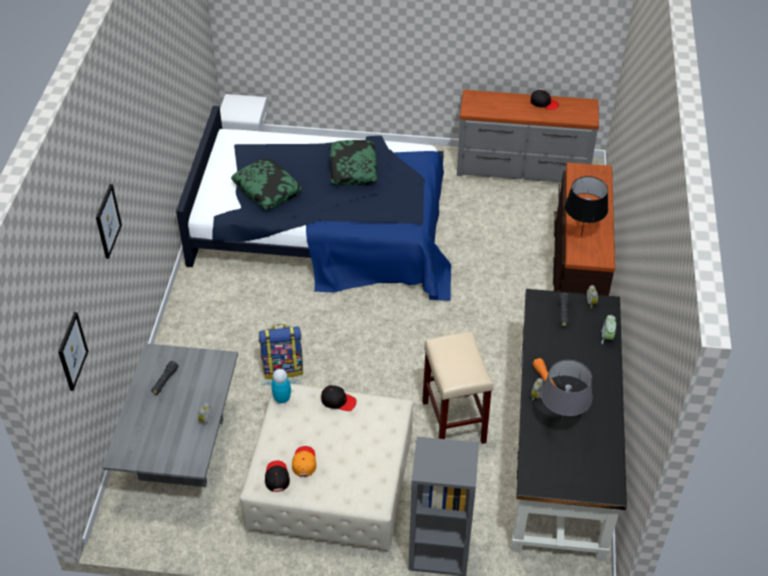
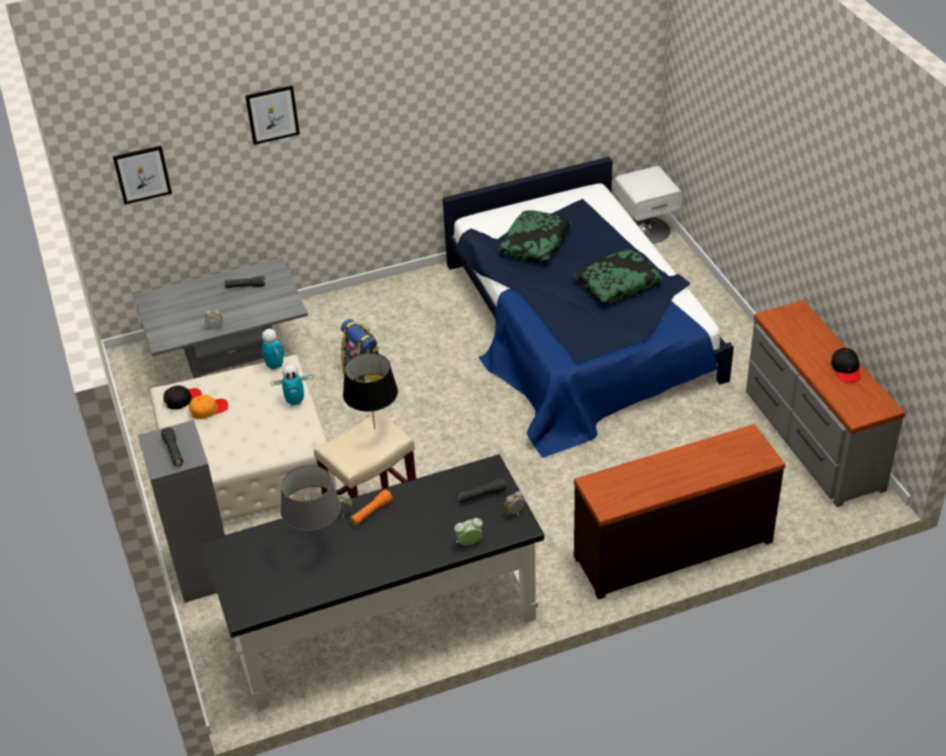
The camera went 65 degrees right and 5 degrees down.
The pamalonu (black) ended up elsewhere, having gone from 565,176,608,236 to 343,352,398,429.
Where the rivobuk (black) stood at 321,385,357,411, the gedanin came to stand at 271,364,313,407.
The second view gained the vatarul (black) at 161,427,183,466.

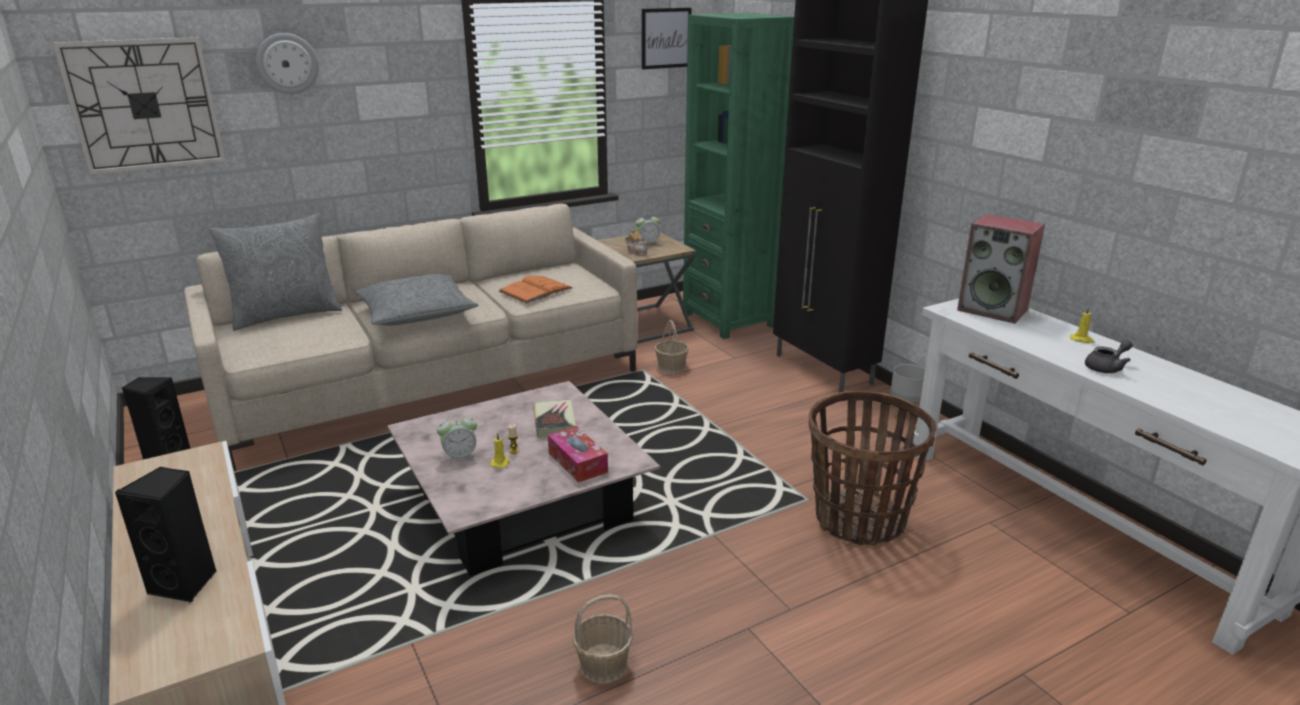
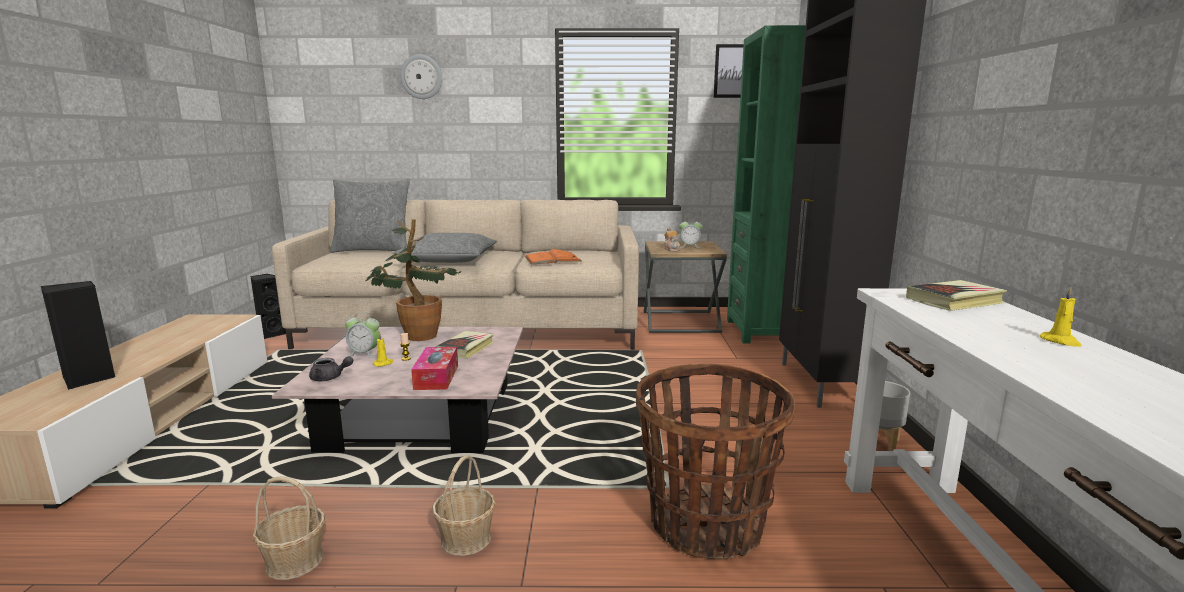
The camera went 30 degrees right and 10 degrees down.
The second view lost the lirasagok at 52,37,226,175.
Where the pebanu stood at 957,214,1045,324, the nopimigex came to stand at 906,280,1007,311.
The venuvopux ended up elsewhere, having gone from 655,320,689,374 to 432,455,496,556.
The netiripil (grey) ended up elsewhere, having gone from 1085,340,1133,373 to 309,356,353,381.
The second view gained the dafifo at 365,219,461,341.

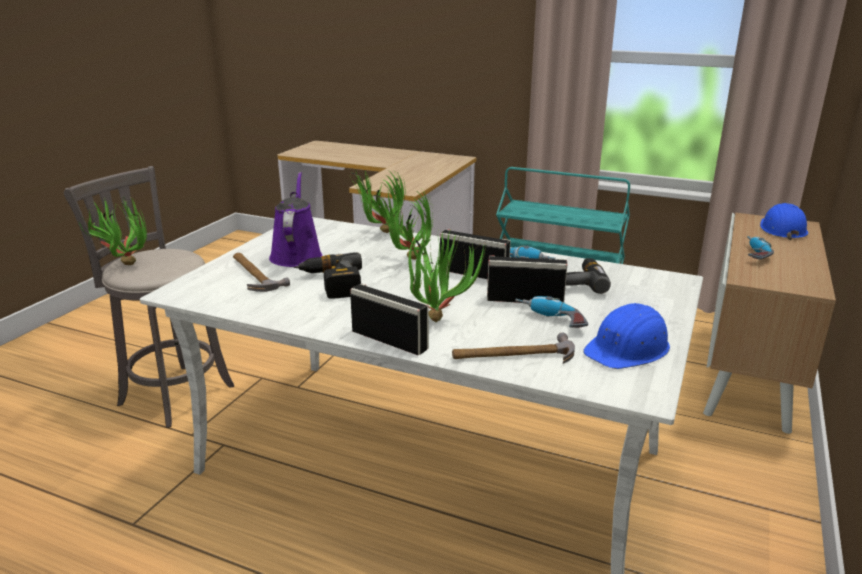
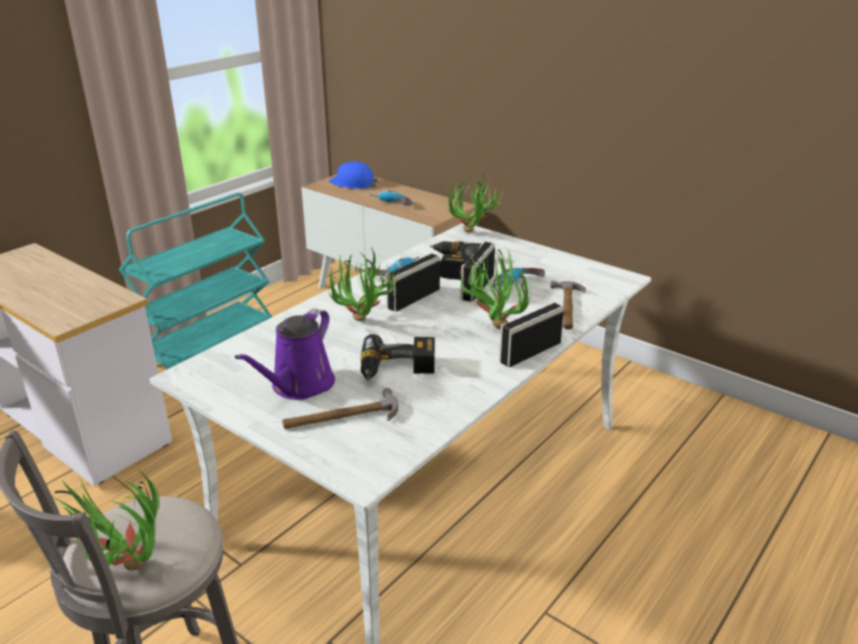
The camera went 75 degrees left and 5 degrees up.
The dafifo ended up elsewhere, having gone from 349,169,405,233 to 446,173,501,232.
The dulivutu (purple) at 269,172,323,267 ended up facing another way, 75 degrees counterclockwise from before.
The second view lost the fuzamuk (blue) at 583,302,670,369.

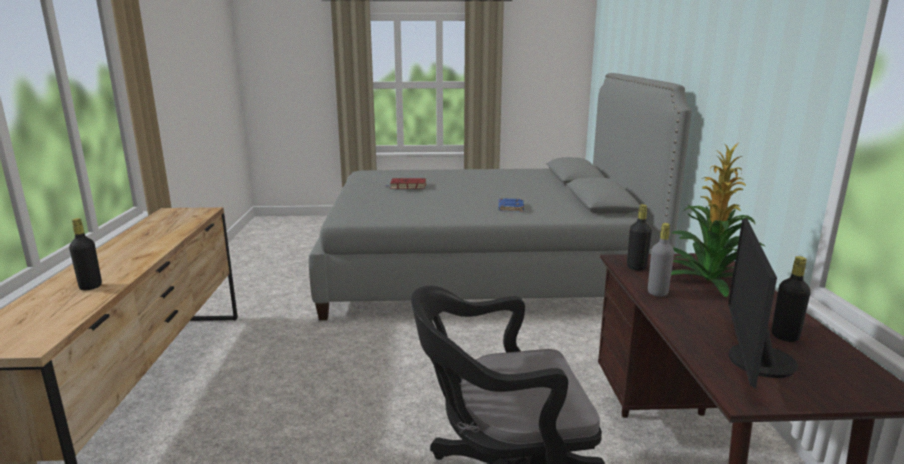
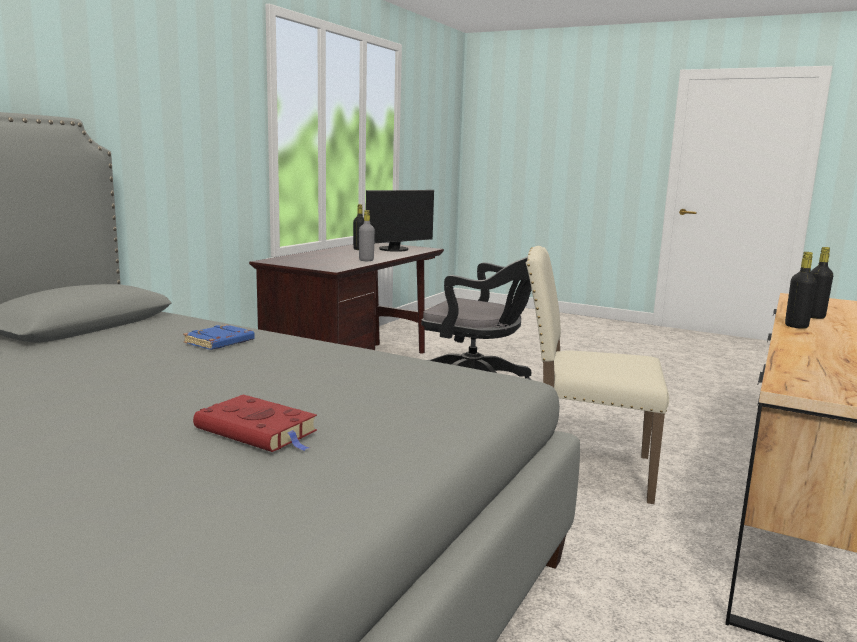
The camera went 150 degrees left and 5 degrees down.
The second view lost the dafifo at 671,143,766,297.
The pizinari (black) ended up elsewhere, having gone from 627,204,652,271 to 785,252,817,329.
The second view gained the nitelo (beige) at 526,246,669,504.

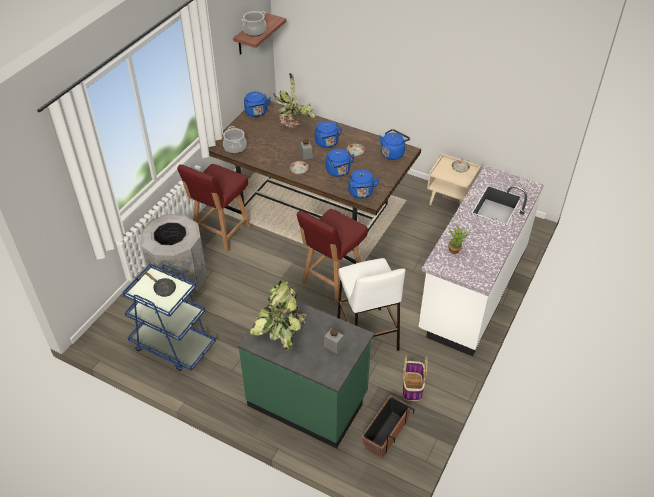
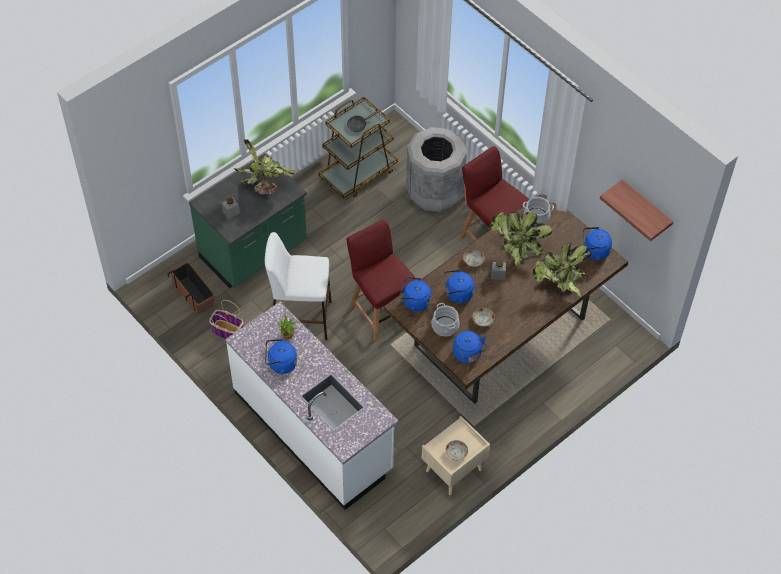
The camera went 110 degrees right and 10 degrees up.
The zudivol ended up elsewhere, having gone from 242,11,267,36 to 432,303,460,336.
The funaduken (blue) ended up elsewhere, having gone from 315,121,342,148 to 265,339,297,375.
What was the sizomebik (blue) at 122,263,216,371 turned into the sizomebik (brown) at 319,97,398,198.
The second view gained the dafifo at 490,211,553,266.

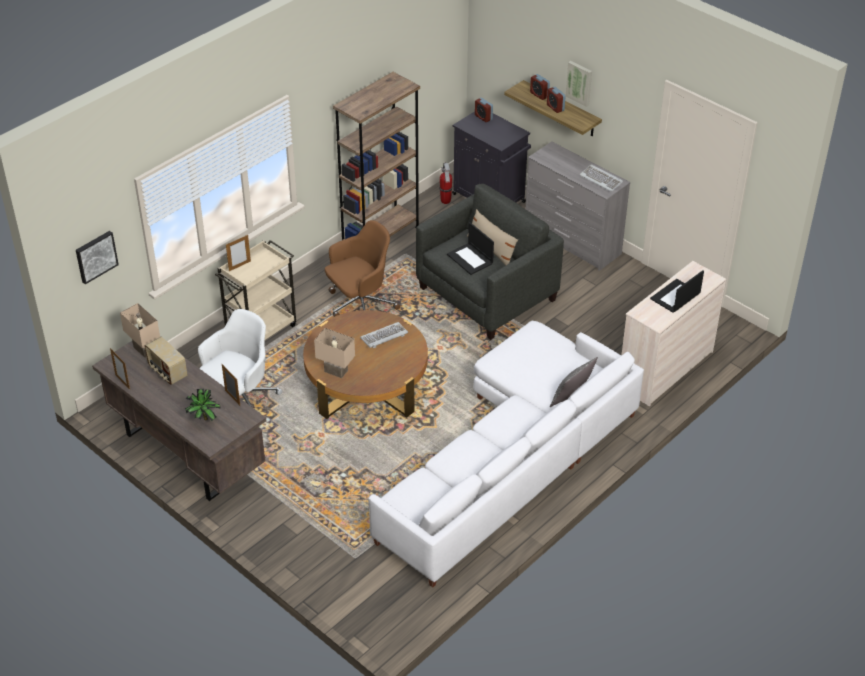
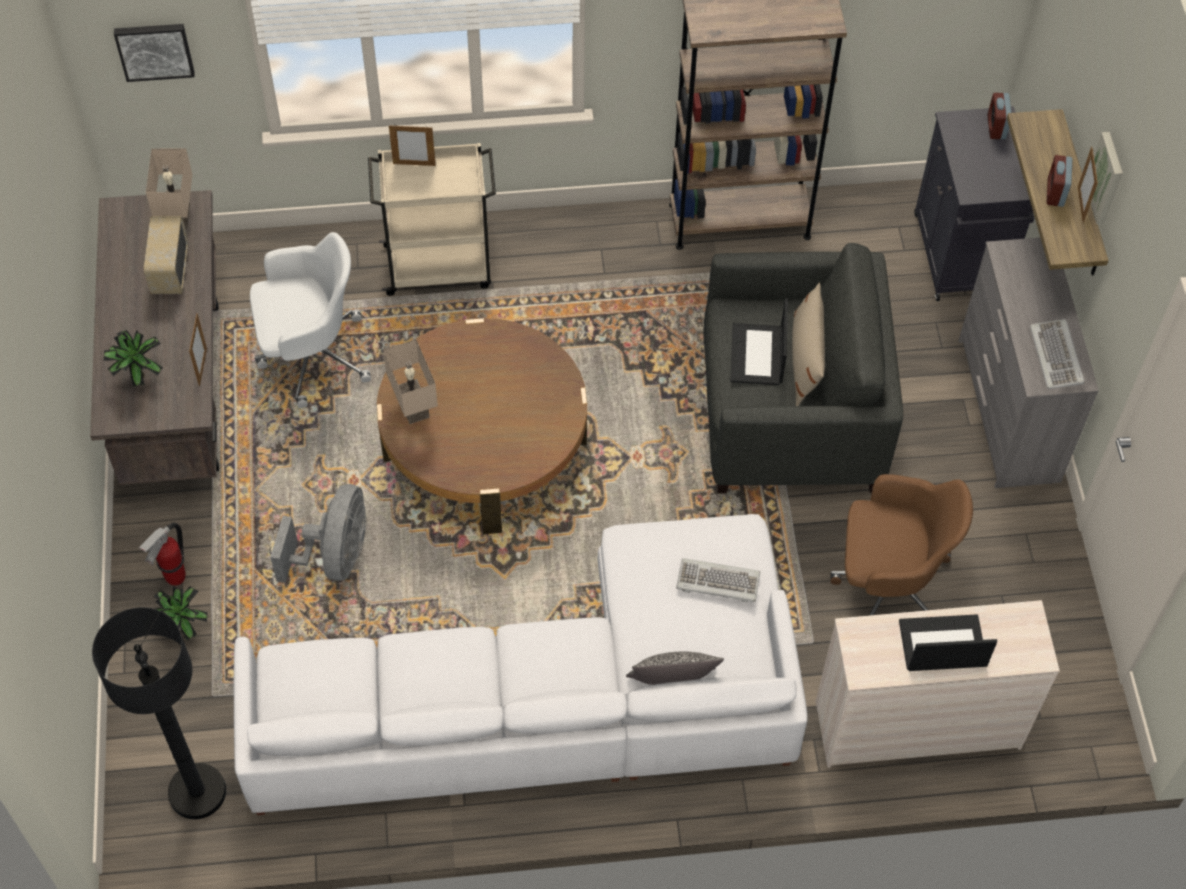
The camera went 40 degrees right and 15 degrees up.
The second view lost the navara at 530,74,550,100.
The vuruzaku ended up elsewhere, having gone from 439,163,453,204 to 138,522,186,586.
The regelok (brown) ended up elsewhere, having gone from 325,220,400,317 to 830,474,973,616.
The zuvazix ended up elsewhere, having gone from 360,322,408,348 to 676,558,760,603.
The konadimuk ended up elsewhere, having gone from 110,348,130,390 to 1078,146,1098,223.
The second view gained the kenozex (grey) at 270,484,367,583.
The second view gained the dafifo at 154,586,208,640.
The second view gained the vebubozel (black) at 92,607,226,819.

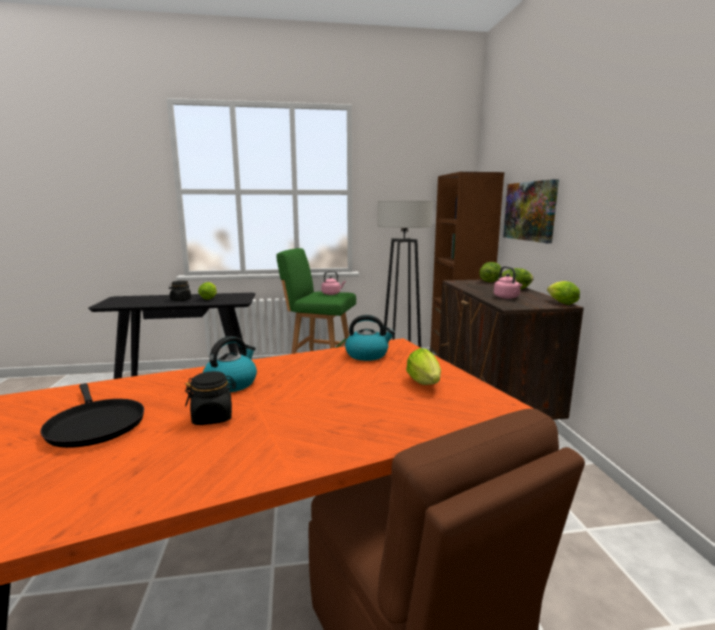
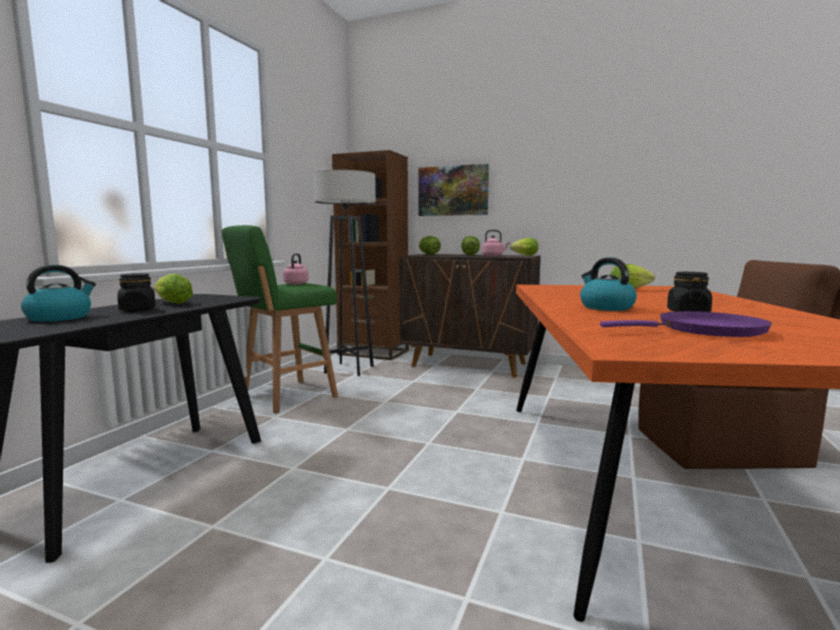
The camera went 60 degrees left and 5 degrees down.
The funaduken ended up elsewhere, having gone from 345,315,395,361 to 21,265,96,322.
What was the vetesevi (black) at 40,383,144,448 turned into the vetesevi (purple) at 600,311,772,337.

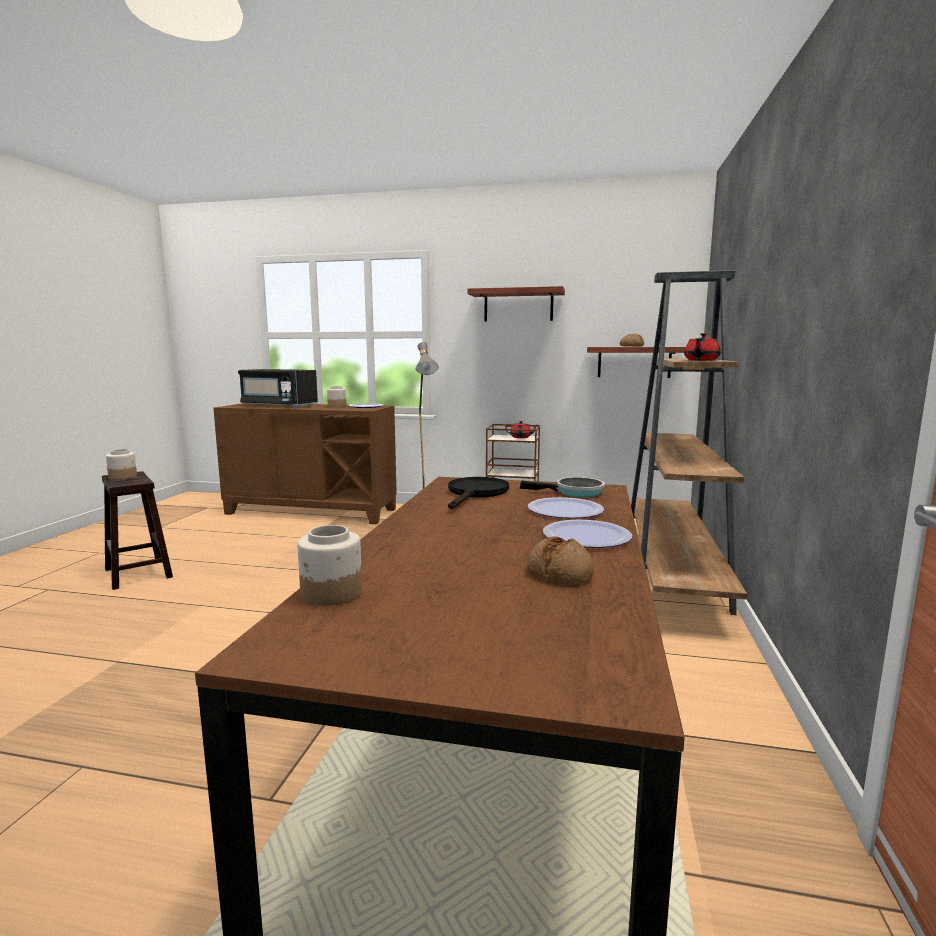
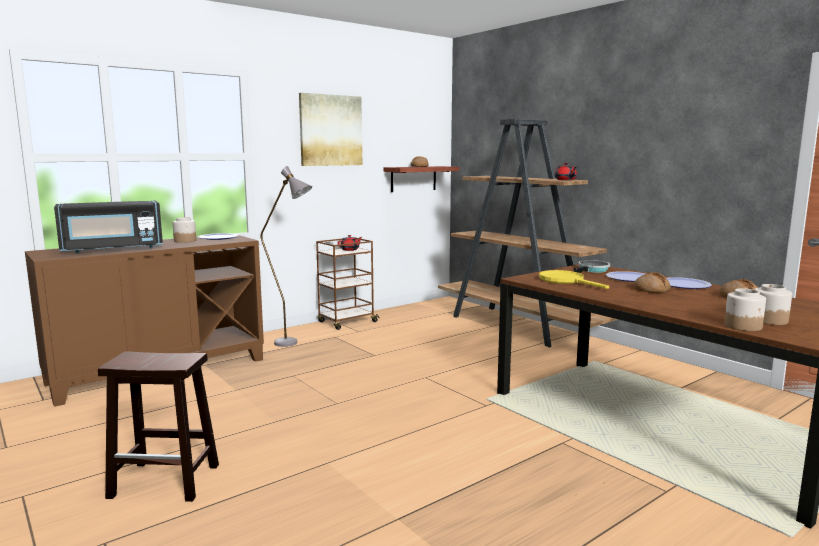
The camera went 50 degrees left and 0 degrees up.
Where the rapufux hung at 467,286,565,322, the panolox came to hang at 299,93,362,166.
The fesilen ended up elsewhere, having gone from 106,449,137,480 to 754,284,792,325.
What was the vetesevi (black) at 448,477,509,509 turned into the vetesevi (yellow) at 539,270,609,289.
The second view gained the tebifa at 634,272,671,293.

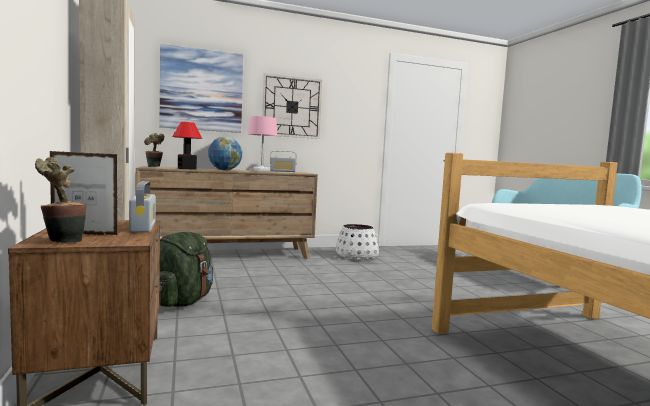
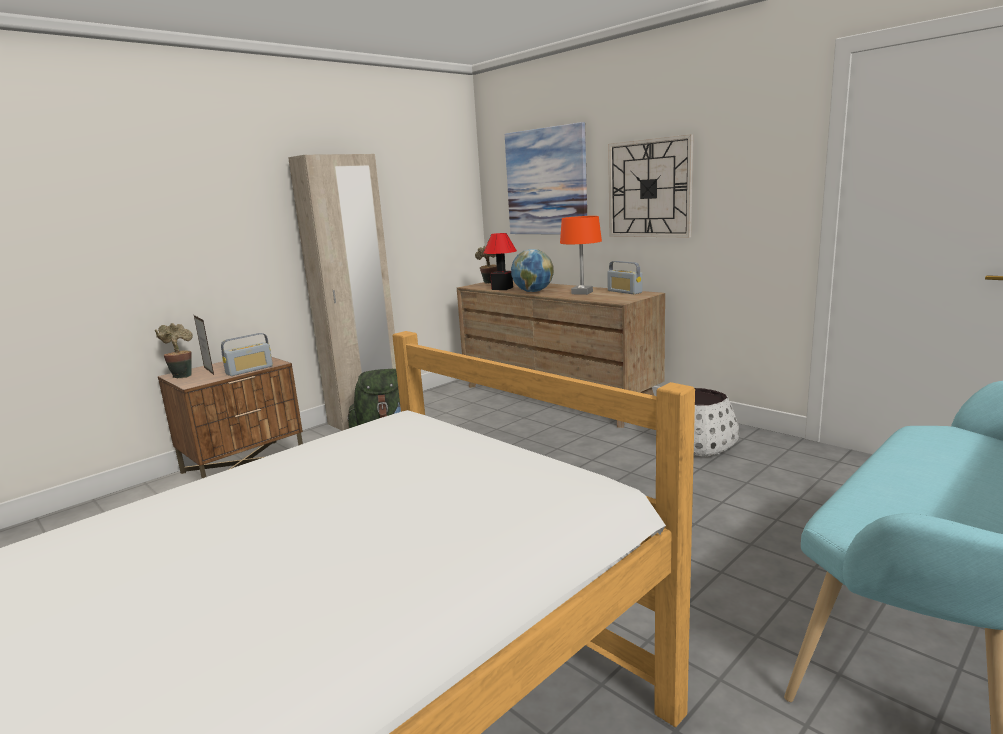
The camera went 65 degrees right and 10 degrees up.
What was the pamalonu (pink) at 248,116,278,172 turned into the pamalonu (orange) at 560,216,602,295.

